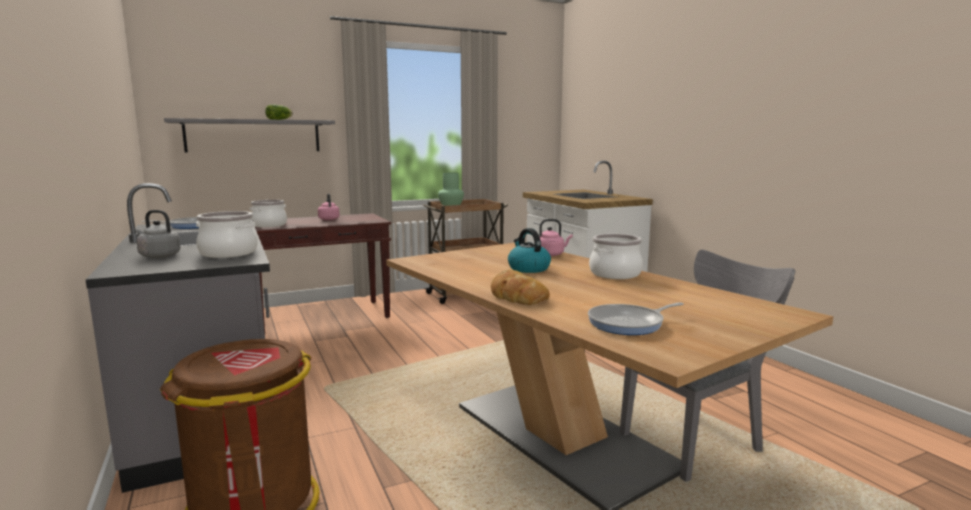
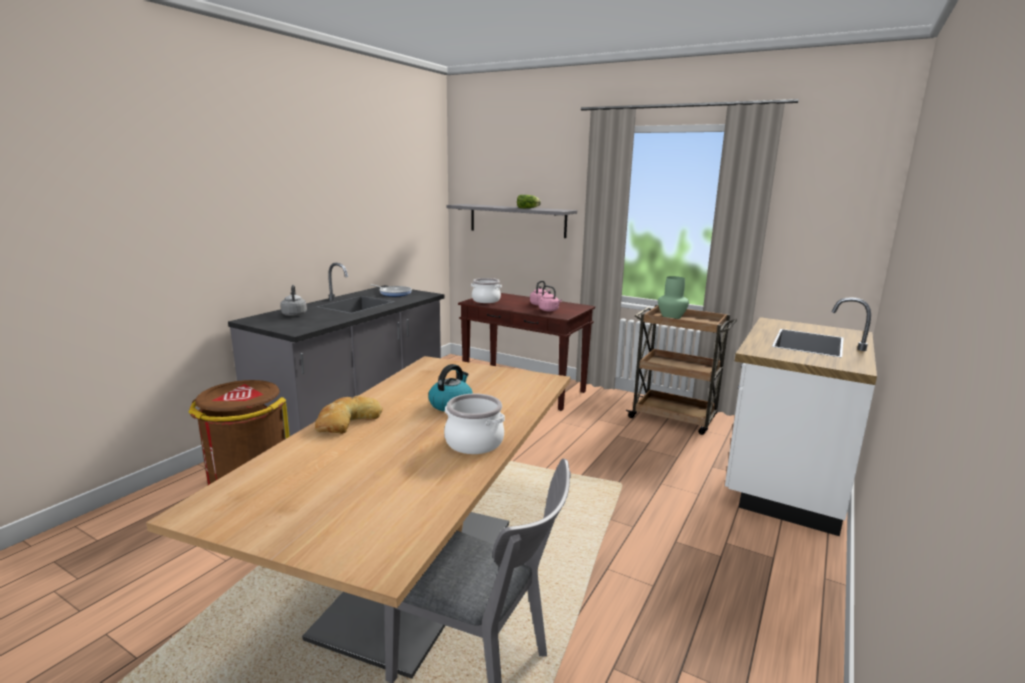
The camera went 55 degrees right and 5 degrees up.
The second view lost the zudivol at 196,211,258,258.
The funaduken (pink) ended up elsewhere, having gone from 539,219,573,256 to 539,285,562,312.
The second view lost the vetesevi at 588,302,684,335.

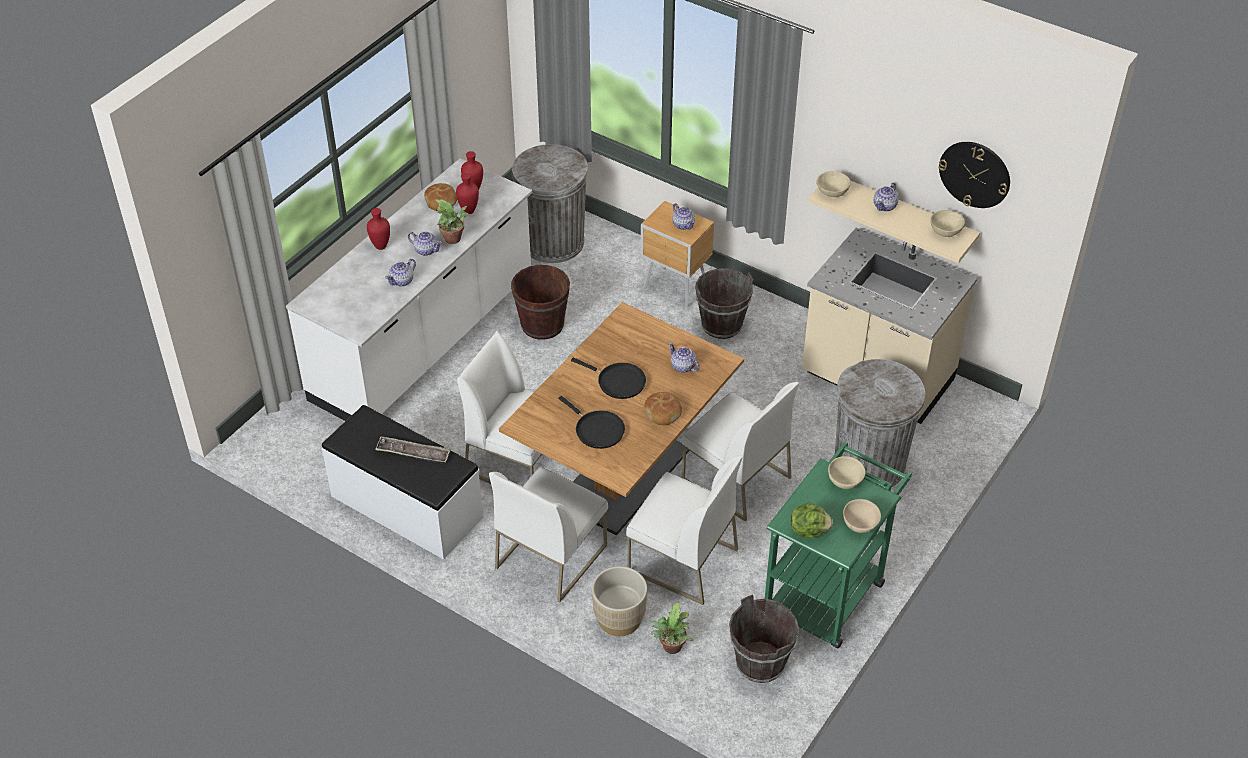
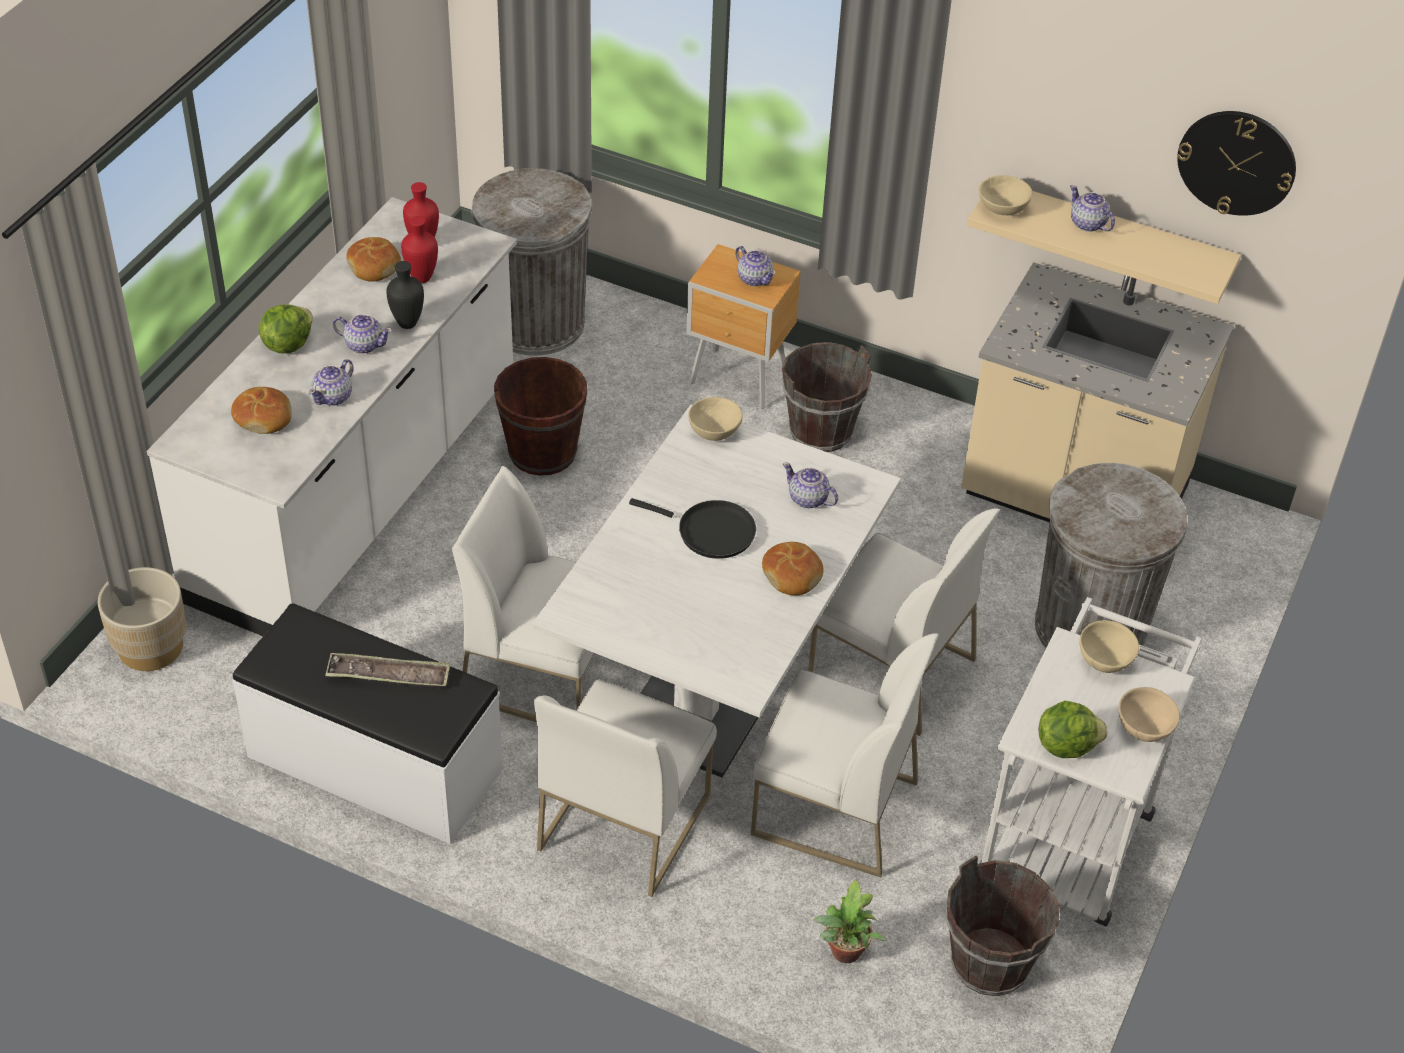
The camera went 10 degrees left and 0 degrees up.
The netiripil at 874,183,898,212 ended up facing another way, 120 degrees clockwise from before.
Where the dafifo stood at 434,199,469,244, the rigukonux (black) came to stand at 386,261,424,329.
Where the rigukonux (red) stood at 367,208,390,250, the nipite came to stand at 259,305,313,353.
The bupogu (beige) ended up elsewhere, having gone from 930,210,965,237 to 688,397,742,441.
What was the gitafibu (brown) at 499,302,744,536 turned into the gitafibu (white) at 532,405,901,778.
The second view lost the vetesevi (black) at 559,396,625,449.
What was the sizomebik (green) at 765,442,912,649 turned into the sizomebik (white) at 980,597,1202,927.
The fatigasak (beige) ended up elsewhere, having gone from 592,566,647,636 to 98,567,186,671.
The second view gained the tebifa at 231,387,292,434.

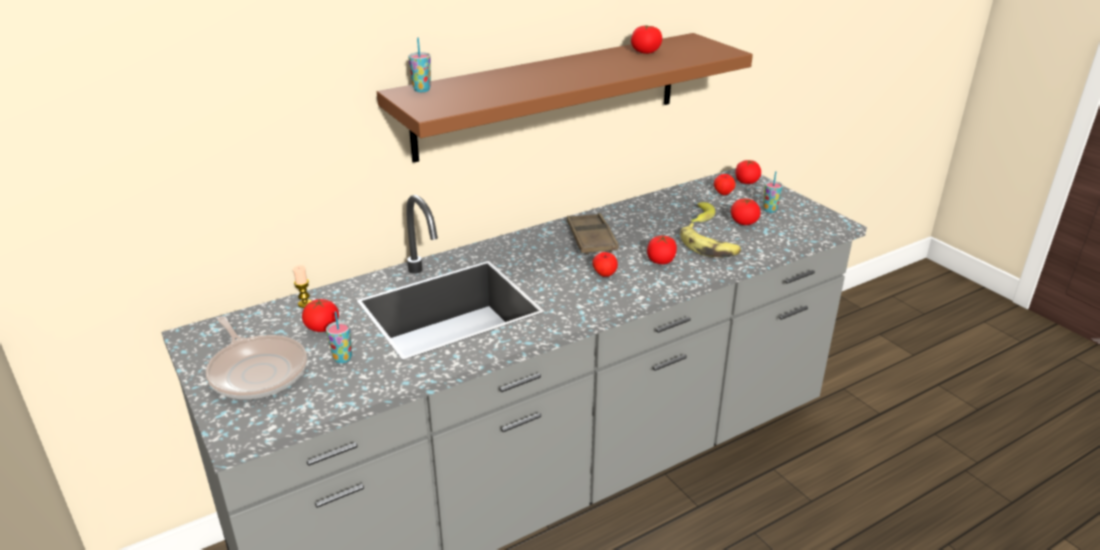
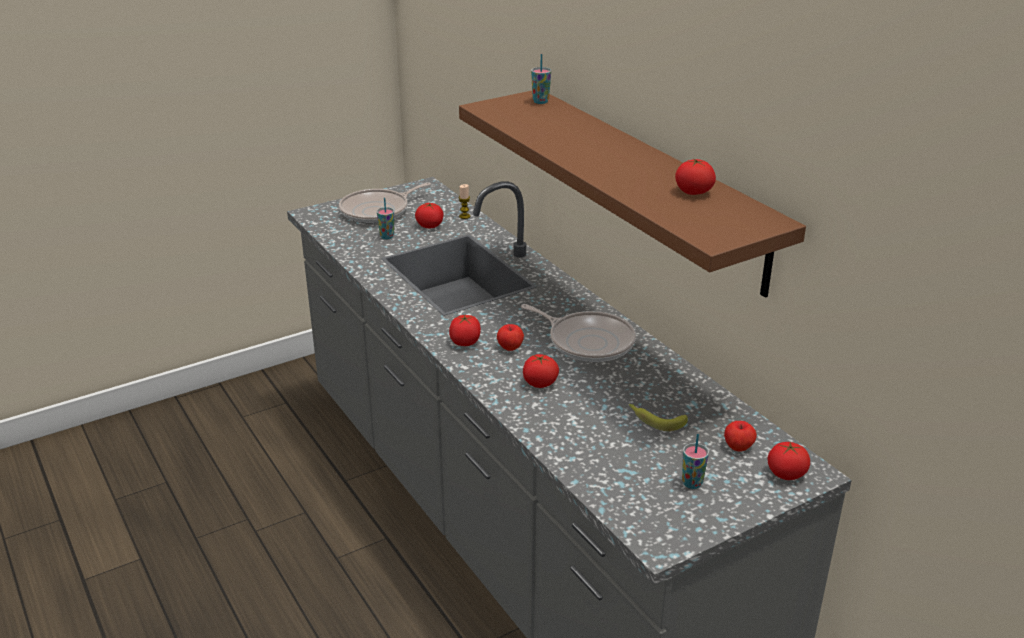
The camera went 90 degrees right and 0 degrees up.
The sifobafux ended up elsewhere, having gone from 731,199,761,225 to 449,315,481,346.
Where the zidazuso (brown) stood at 567,213,618,255, the vetesevi came to stand at 521,304,636,362.
The second view lost the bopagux at 680,223,741,257.

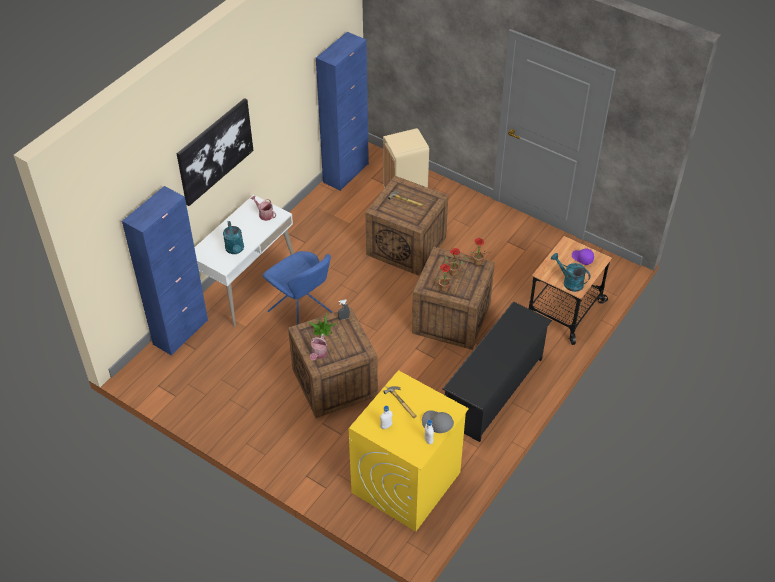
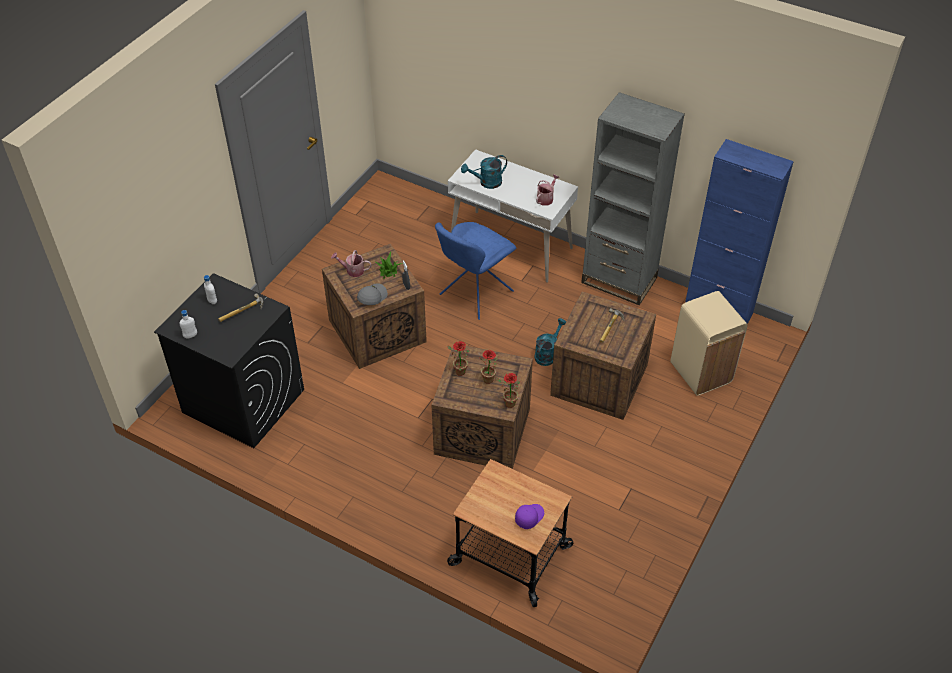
The camera went 85 degrees right and 0 degrees up.
The second view lost the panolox at 177,98,253,206.
The second view lost the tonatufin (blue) at 122,186,208,356.
The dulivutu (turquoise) ended up elsewhere, having gone from 551,253,590,292 to 534,318,566,366.
The second view lost the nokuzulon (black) at 442,301,552,442.
What was the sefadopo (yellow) at 348,370,469,531 turned into the sefadopo (black) at 154,273,304,448.
The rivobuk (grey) ended up elsewhere, having gone from 422,410,454,433 to 357,283,388,305.
The second view gained the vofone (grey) at 581,92,685,305.

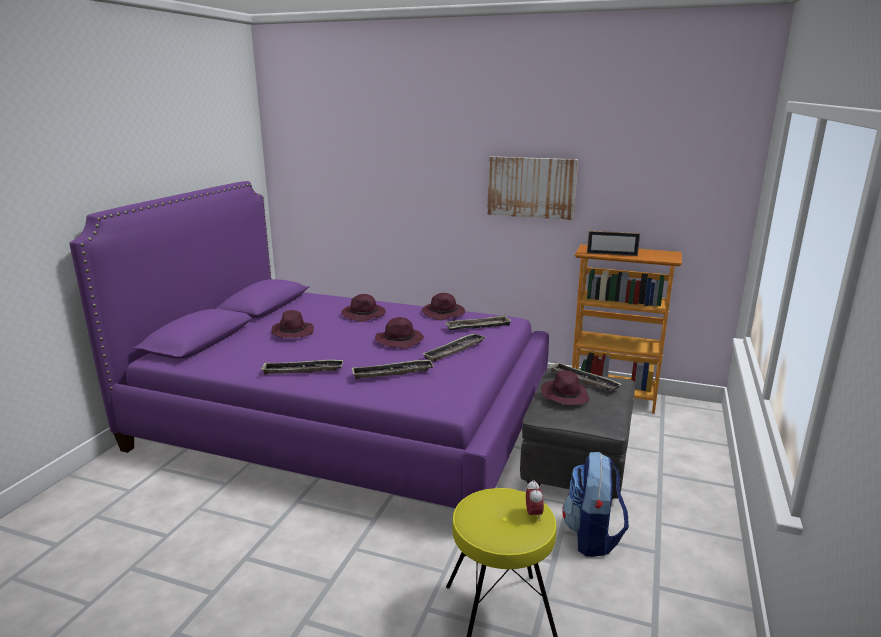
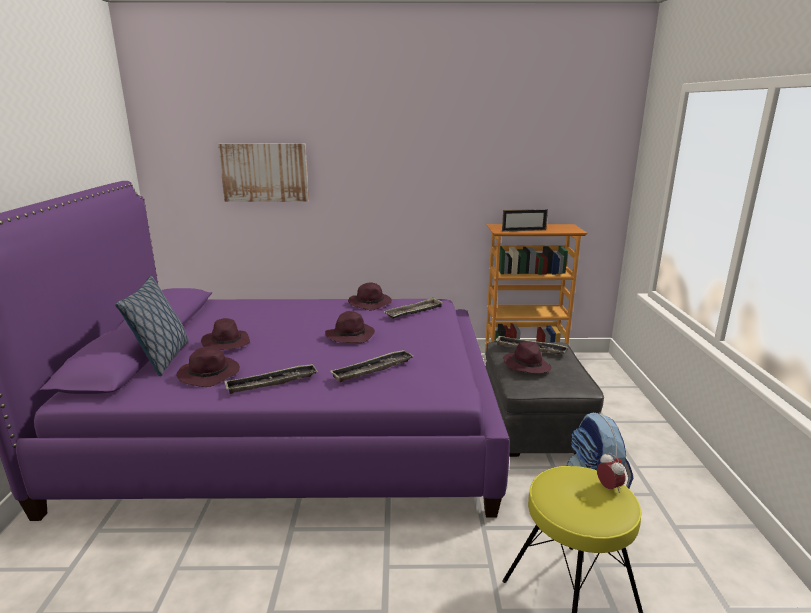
The camera went 20 degrees left and 0 degrees up.
The panolox ended up elsewhere, having gone from 487,156,578,220 to 218,144,309,202.
The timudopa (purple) ended up elsewhere, having gone from 342,294,386,322 to 176,346,240,387.
The second view lost the zidazuso at 422,334,485,362.
The second view gained the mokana at 115,276,189,376.

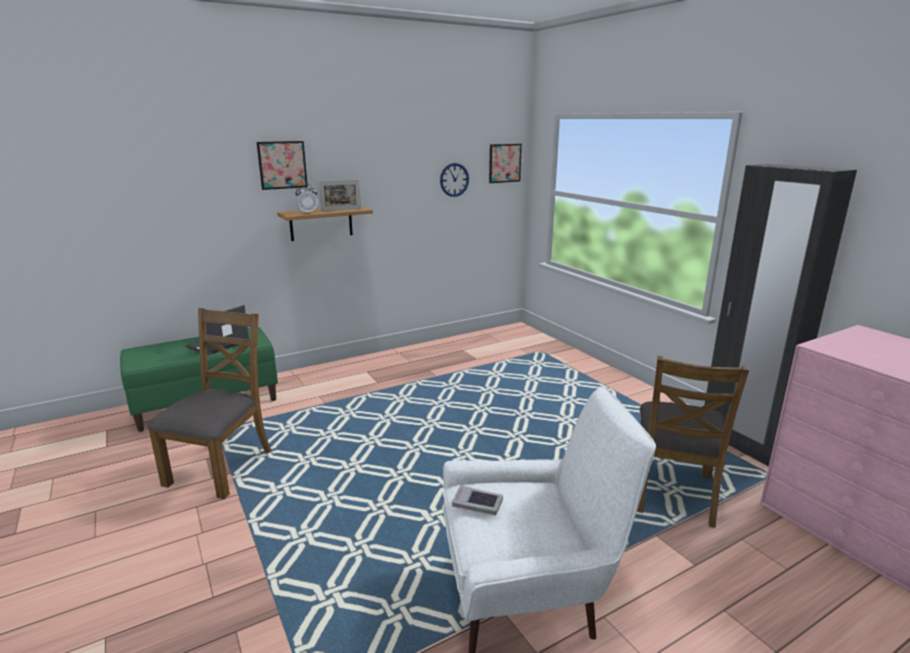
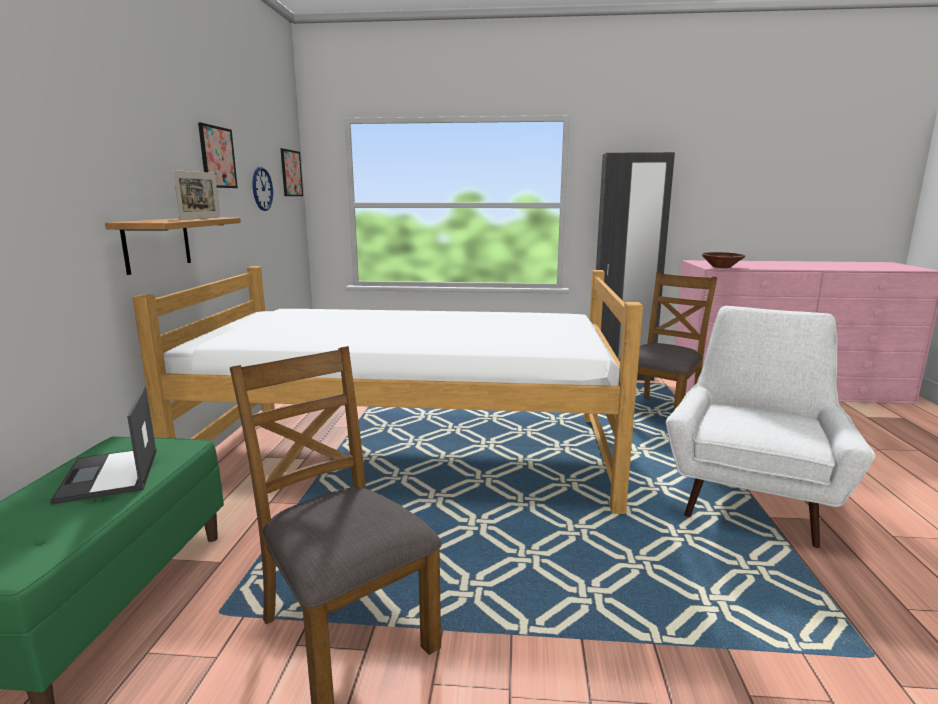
The camera went 55 degrees left and 5 degrees down.
The panolox ended up elsewhere, having gone from 257,141,308,190 to 198,123,238,188.
The second view lost the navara at 295,184,318,214.
The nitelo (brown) at 637,356,749,528 ended up facing another way, 105 degrees counterclockwise from before.
The second view lost the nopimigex at 452,485,503,516.
The second view gained the bupogu (brown) at 701,252,746,268.
The second view gained the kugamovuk at 132,266,643,514.

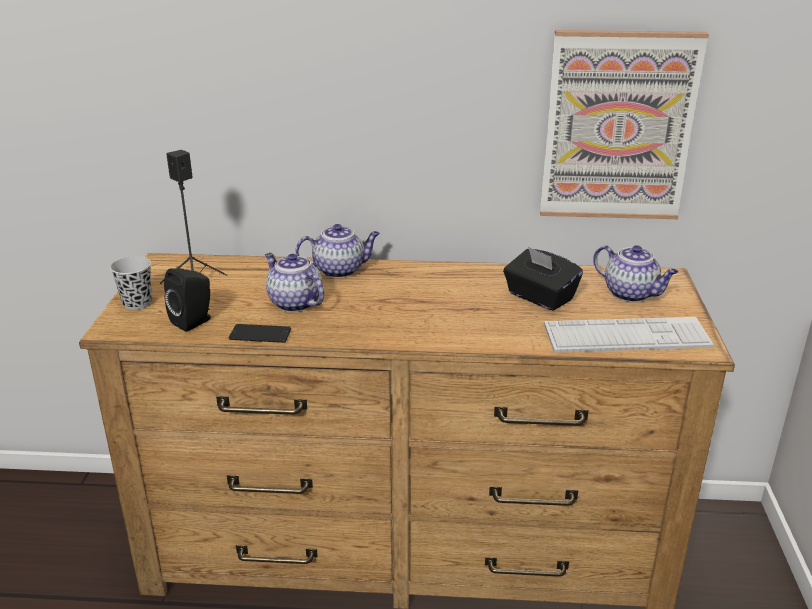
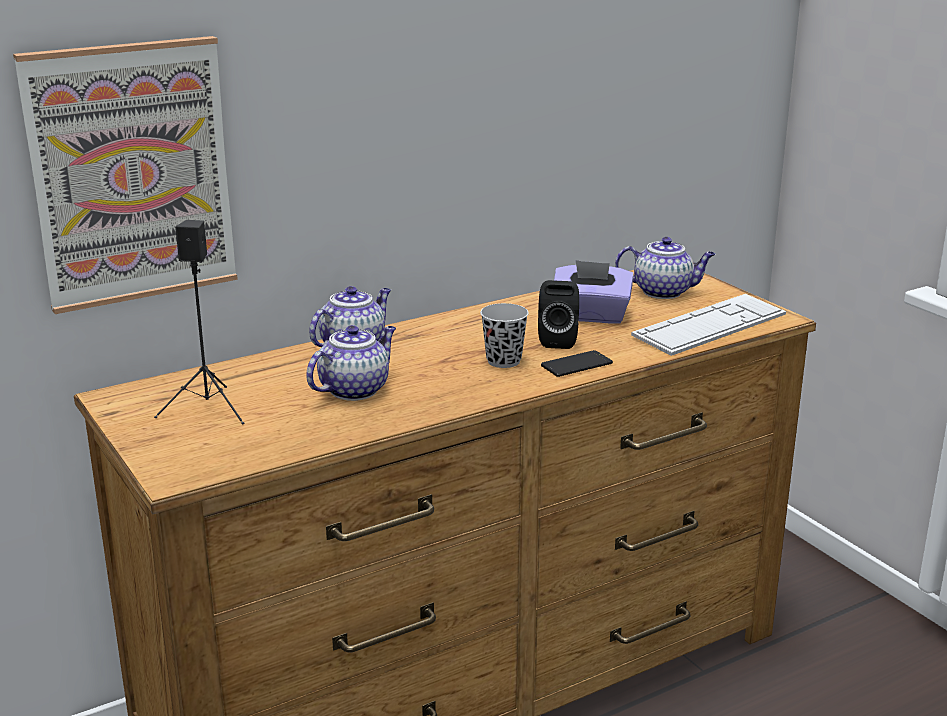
The camera went 35 degrees left and 5 degrees down.
The panolox ended up elsewhere, having gone from 540,30,709,219 to 13,36,238,314.
What was the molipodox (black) at 503,247,583,311 turned into the molipodox (purple) at 554,260,634,324.
The netiripil at 265,253,324,312 ended up facing another way, 120 degrees clockwise from before.
The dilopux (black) ended up elsewhere, having gone from 110,256,152,310 to 480,303,529,368.
The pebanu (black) ended up elsewhere, having gone from 164,268,211,332 to 538,280,579,349.
The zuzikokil ended up elsewhere, having gone from 229,324,291,343 to 541,350,613,377.

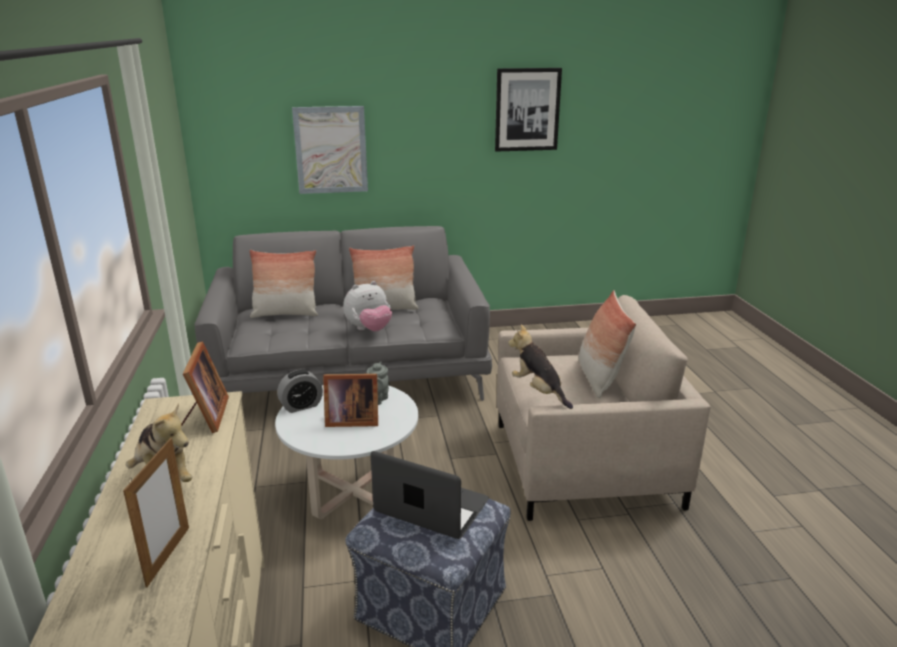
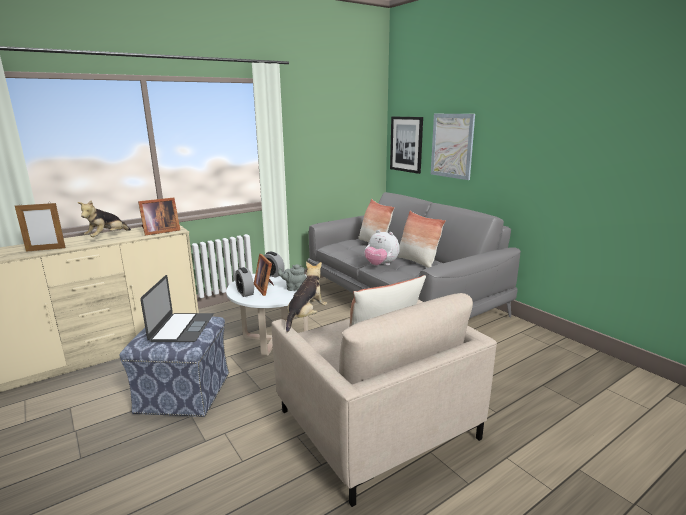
The camera went 65 degrees right and 5 degrees down.
The panolox ended up elsewhere, having gone from 495,68,562,152 to 390,117,423,174.
The second view gained the navara at 235,267,254,297.

